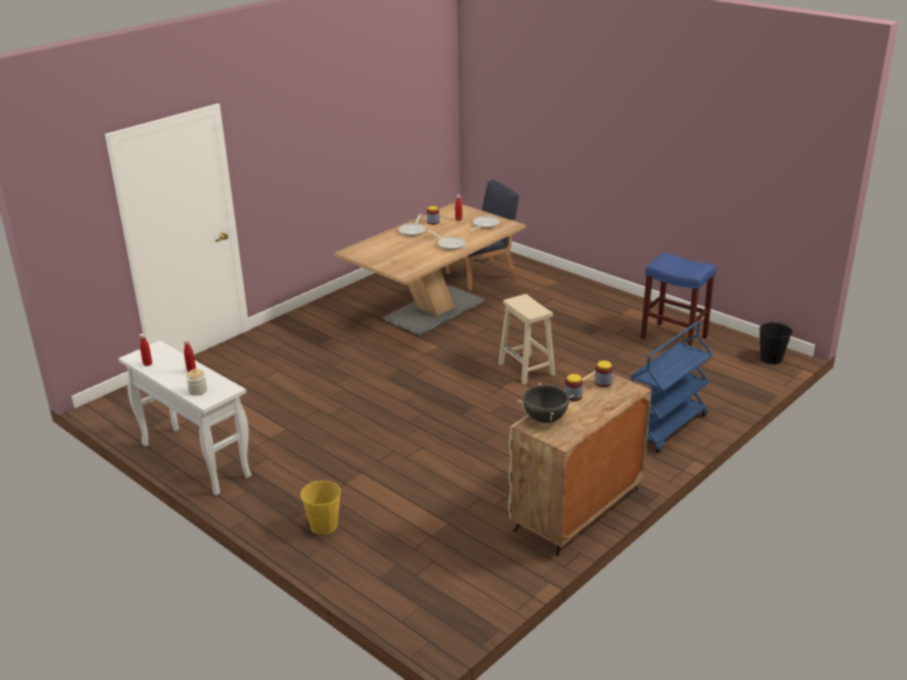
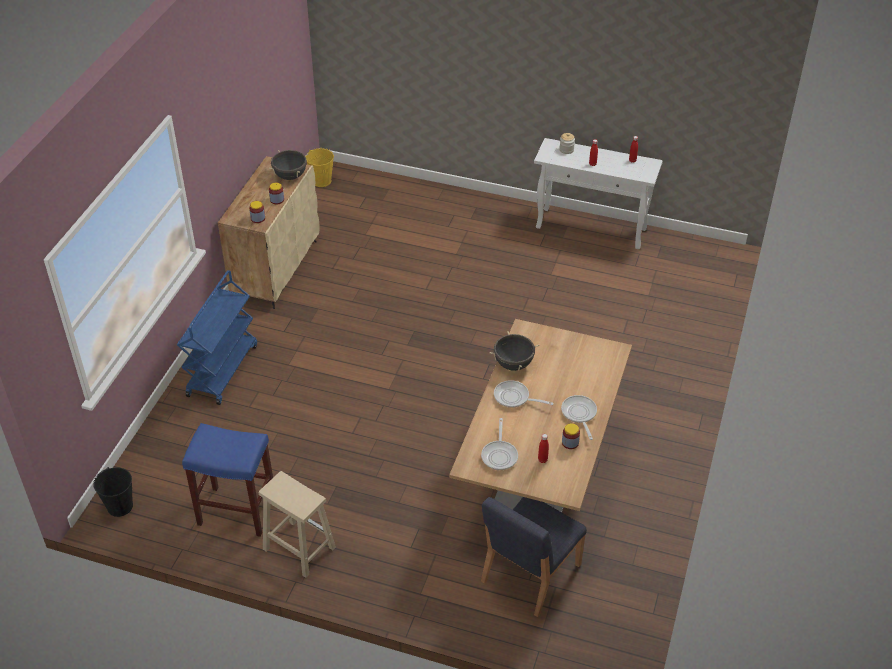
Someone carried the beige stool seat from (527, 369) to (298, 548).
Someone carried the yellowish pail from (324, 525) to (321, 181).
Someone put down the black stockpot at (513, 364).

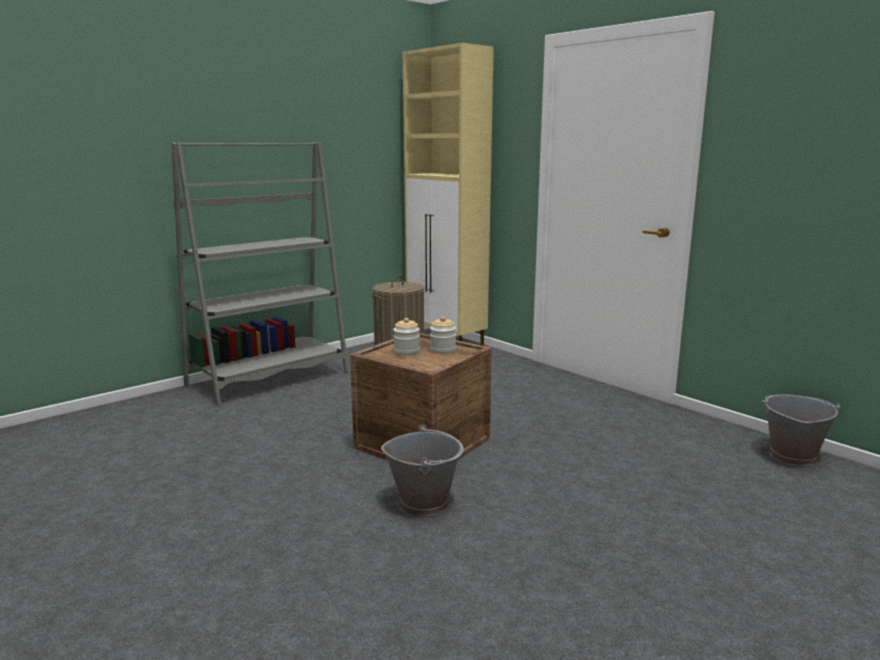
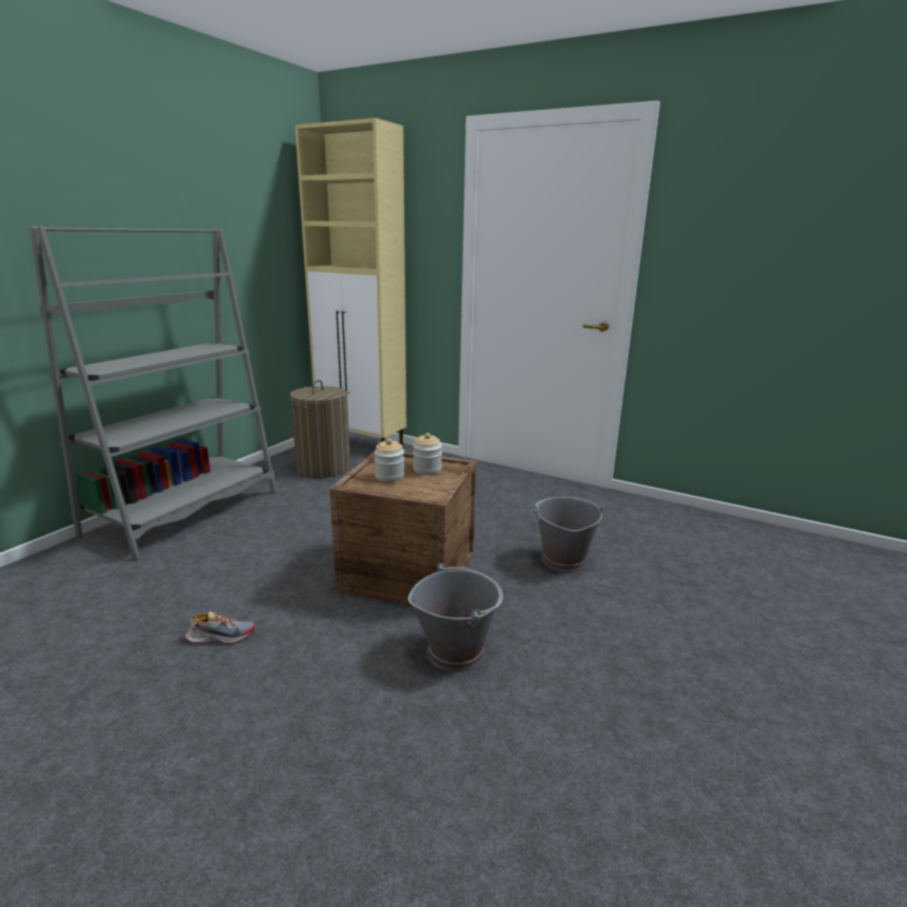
Someone carried the greyish pail from (792, 456) to (563, 560).
Someone put down the item of footwear at (220, 636).

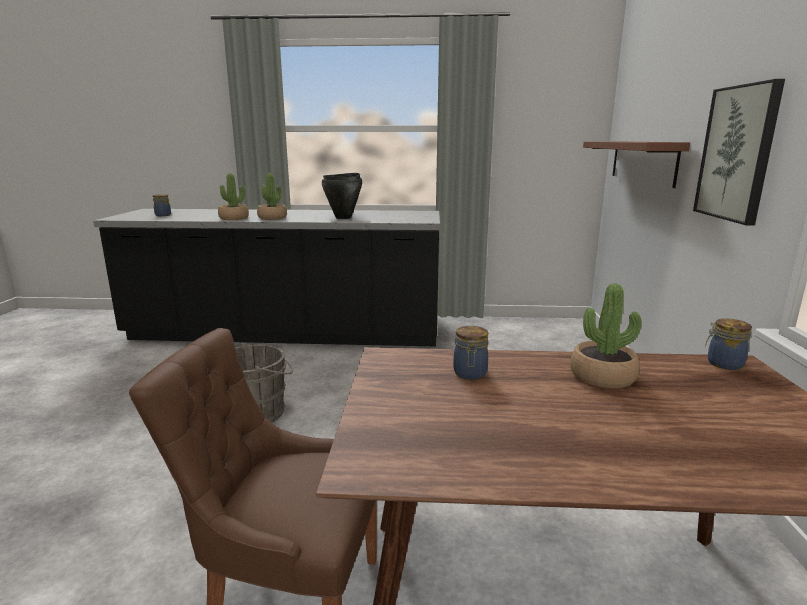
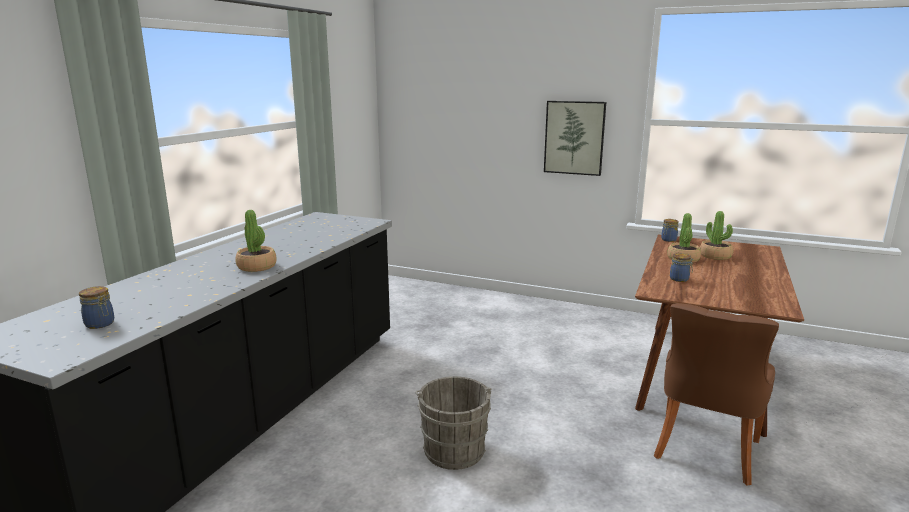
Someone took away the brown wall shelf at (642, 161).
Someone carried the plant in a pot from (234, 218) to (715, 256).
Someone took away the black stockpot at (343, 218).

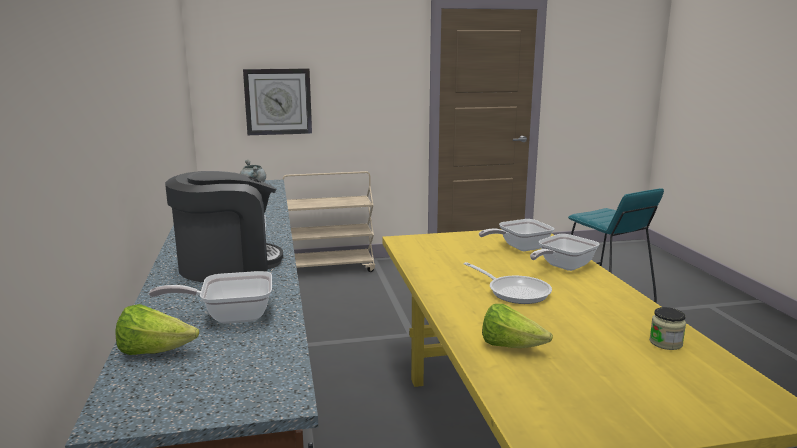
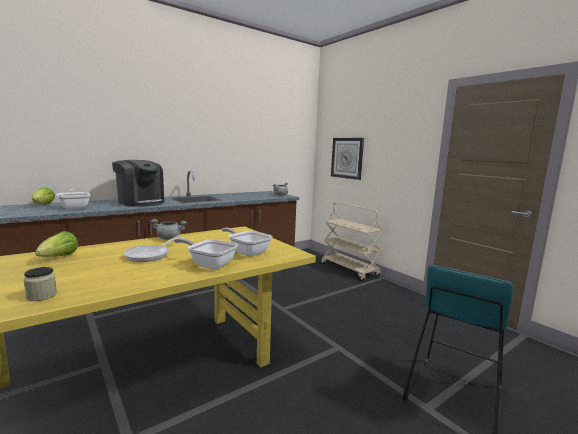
Someone put down the greyish stockpot at (169, 238).

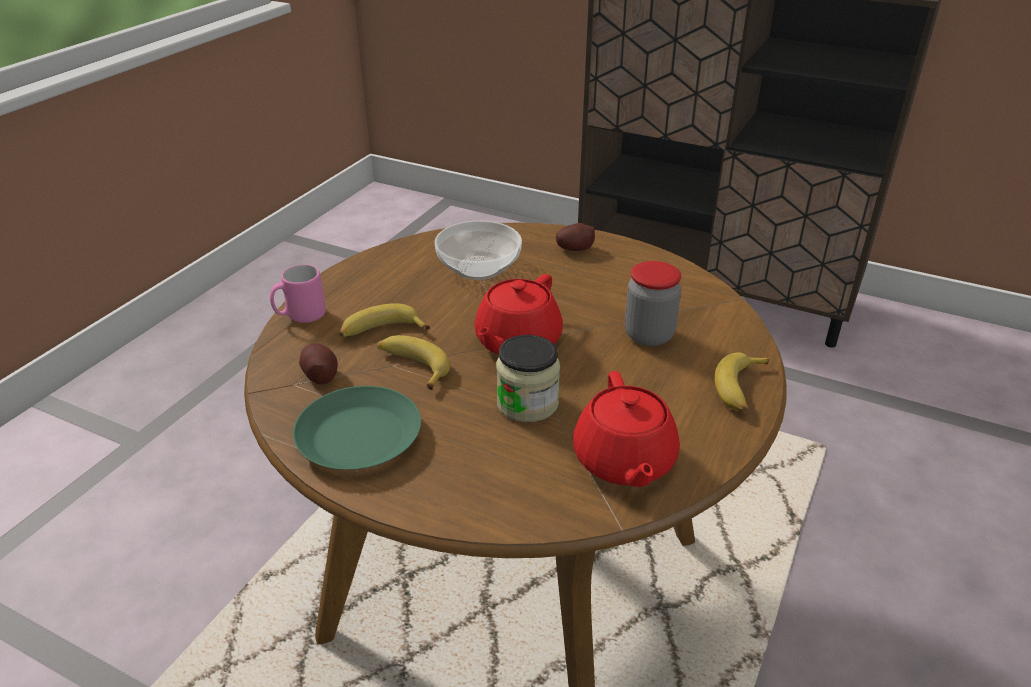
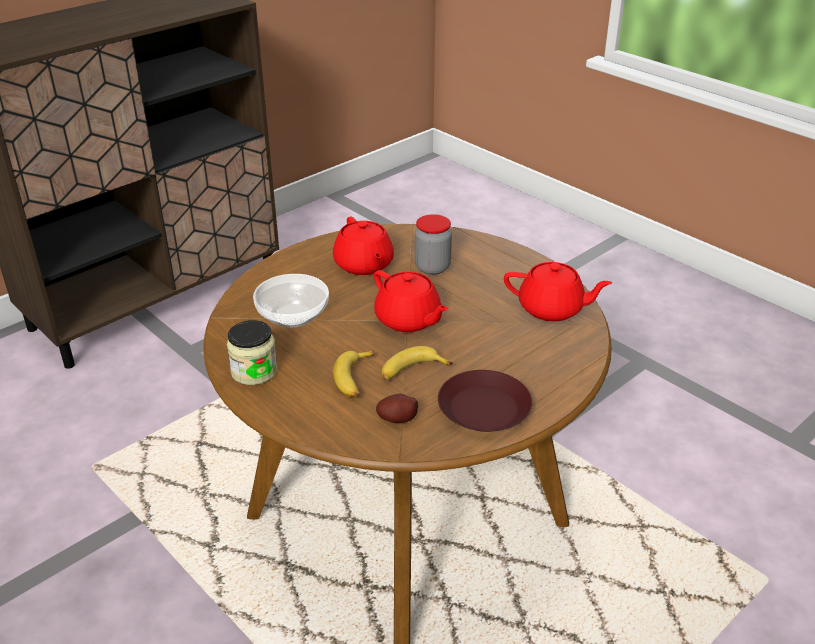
Someone took away the whole potato at (574, 249).
Someone took away the pink mug at (300, 316).
Someone carried the preserve jar from (527, 403) to (254, 371).
Someone took away the whole banana at (741, 389).
Someone repainted the green-coloured dinner plate at (358, 437), which became the brown dinner plate at (483, 409).
Someone put down the reddish tea pot at (363, 265).

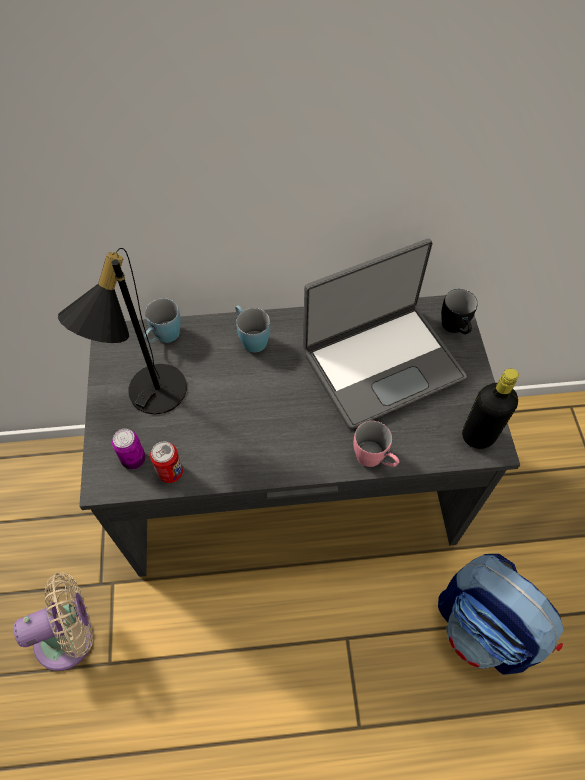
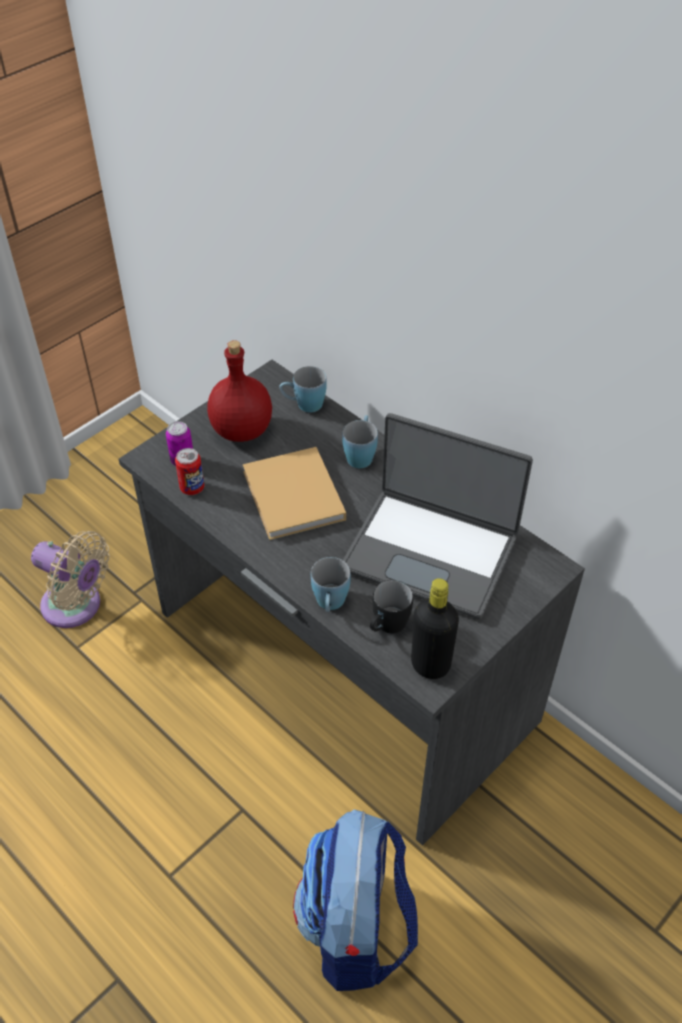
Someone swapped the black tabletop lamp at (147, 395) for the reddish beverage bottle at (243, 430).
Someone carried the black mug from (456, 328) to (387, 626).
Someone repainted the pink mug at (374, 459), which became the bluish mug at (330, 604).
Someone put down the beige book at (294, 498).

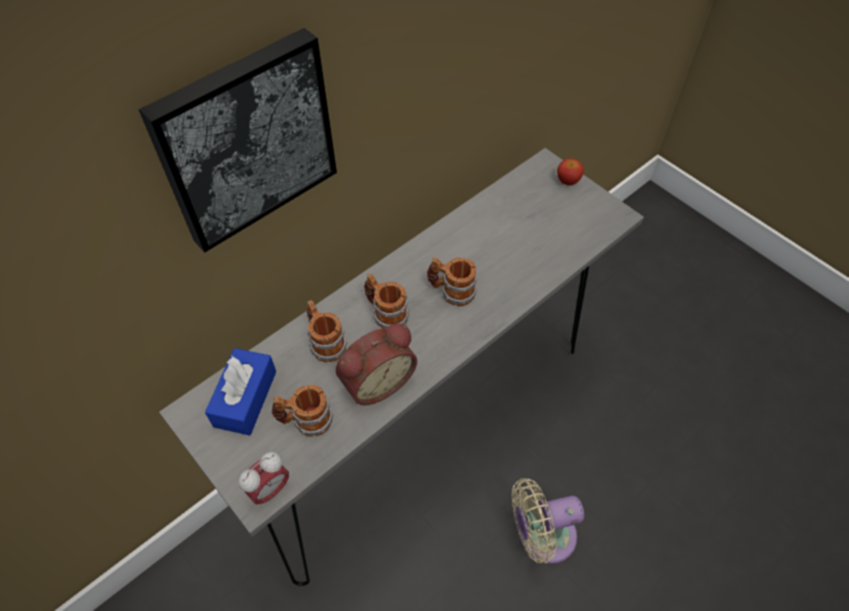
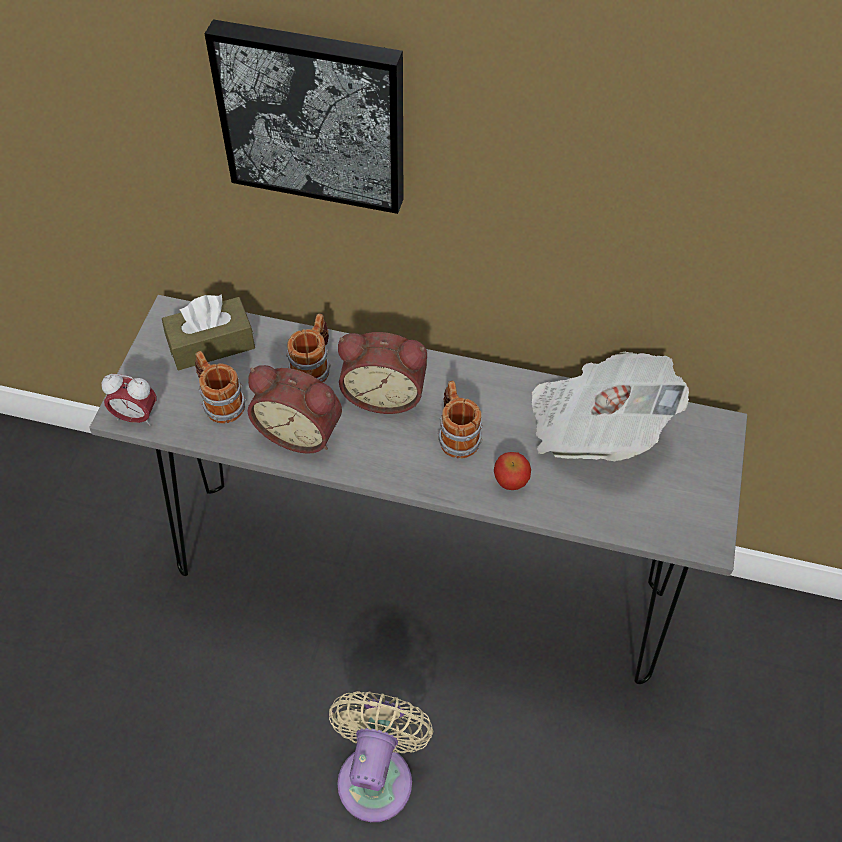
Someone carried the apple from (568, 181) to (510, 481).
Someone swapped the mug at (385, 313) for the bedside clock at (384, 393).
Someone repainted the bluish box of tissues at (245, 398), which became the brown box of tissues at (211, 344).
Someone rotated the beige electric fan at (541, 536) by 60 degrees clockwise.
Someone put down the daily paper at (596, 427).

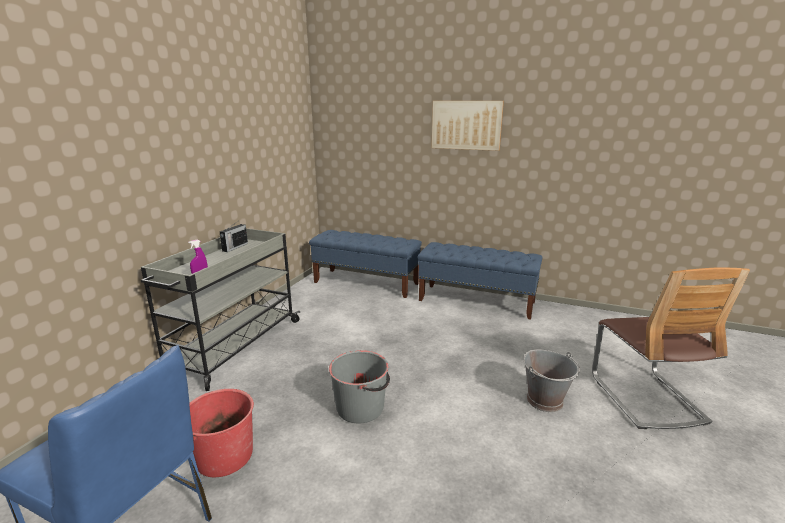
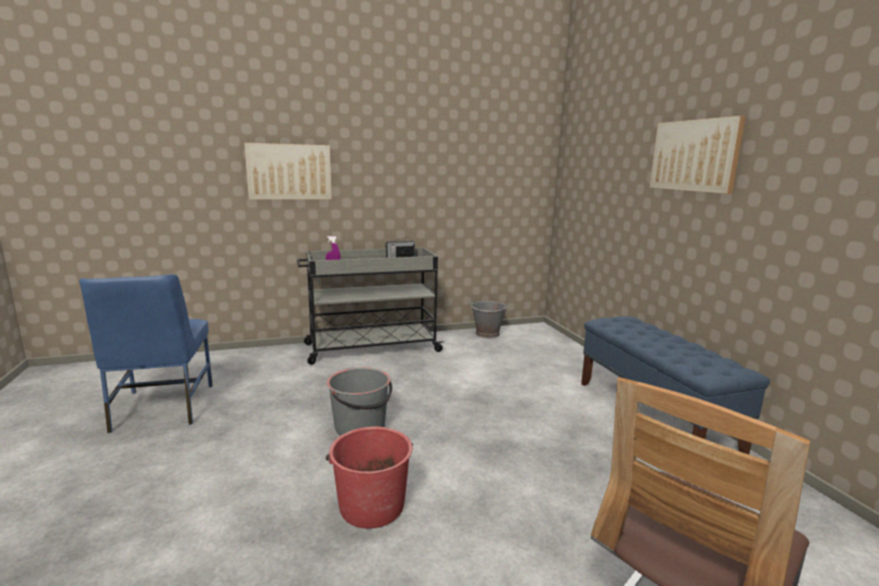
Someone took away the bluish long seat at (366, 283).
Someone carried the greyish pail from (545, 400) to (488, 334).
Someone carried the reddish pail from (223, 456) to (371, 505).
Someone put up the picture at (289, 172).

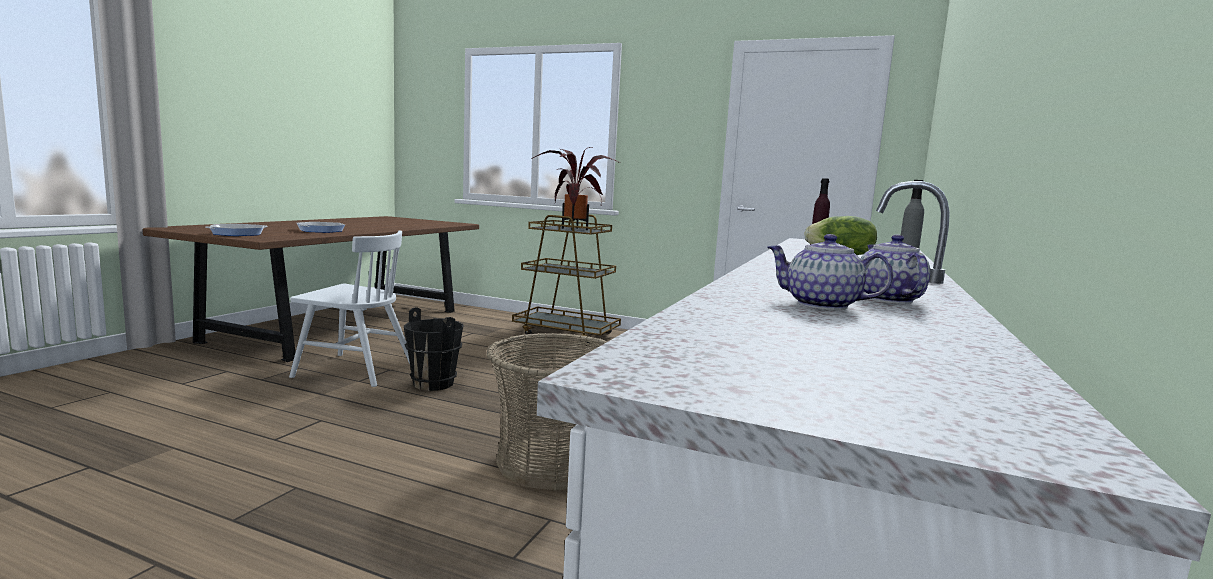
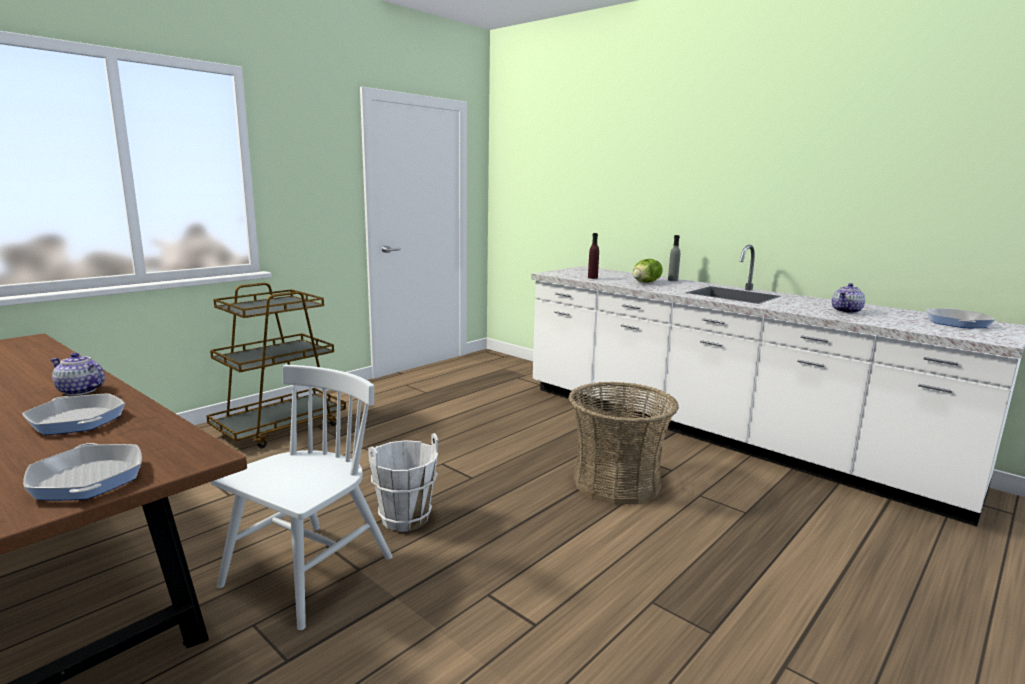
Someone took away the plant in a pot at (574, 229).
Someone carried the tea pot from (888, 299) to (80, 391).
Someone repainted the black pail at (434, 383), which became the whitish pail at (404, 518).
Someone put down the frying pan at (957, 323).

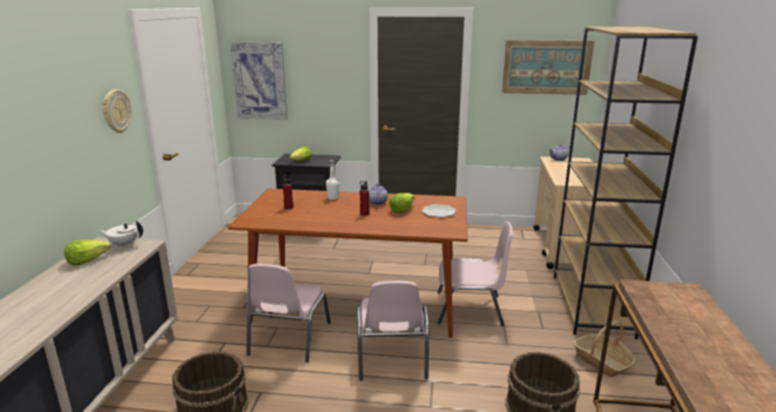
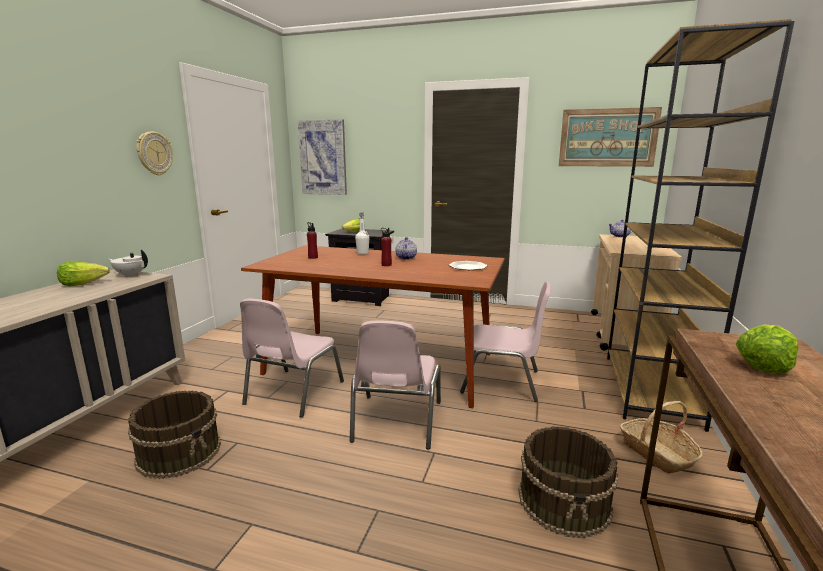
Someone carried the head of lettuce from (401, 210) to (763, 364).

